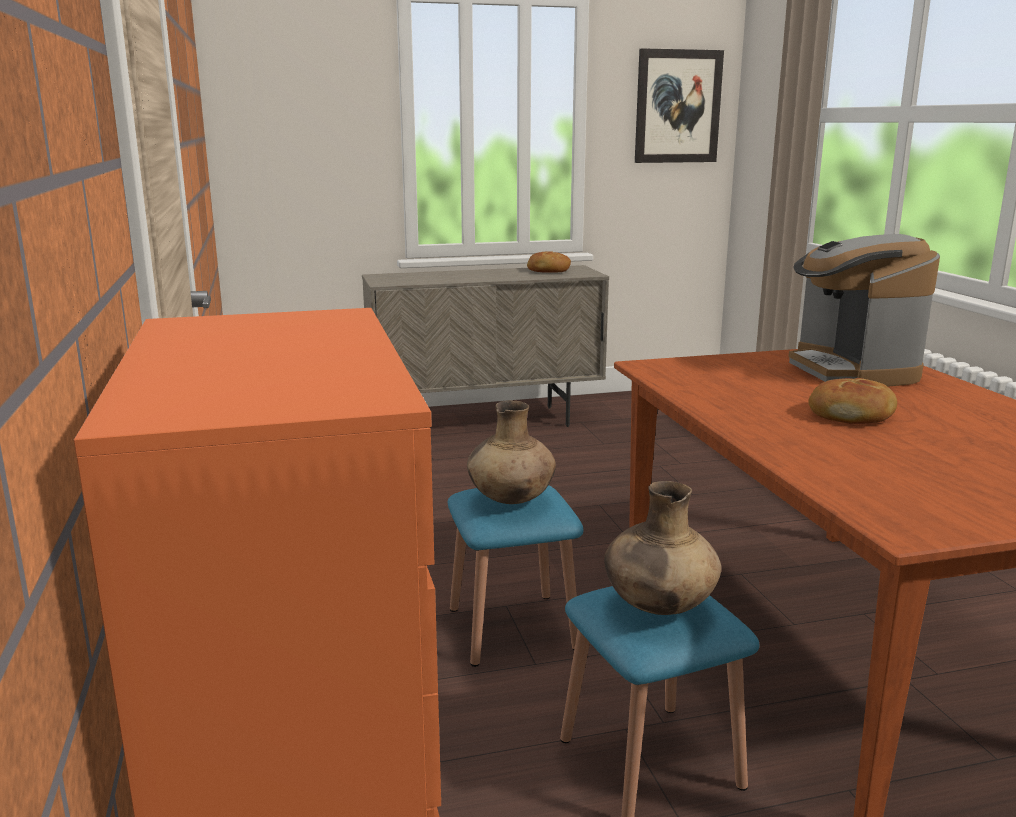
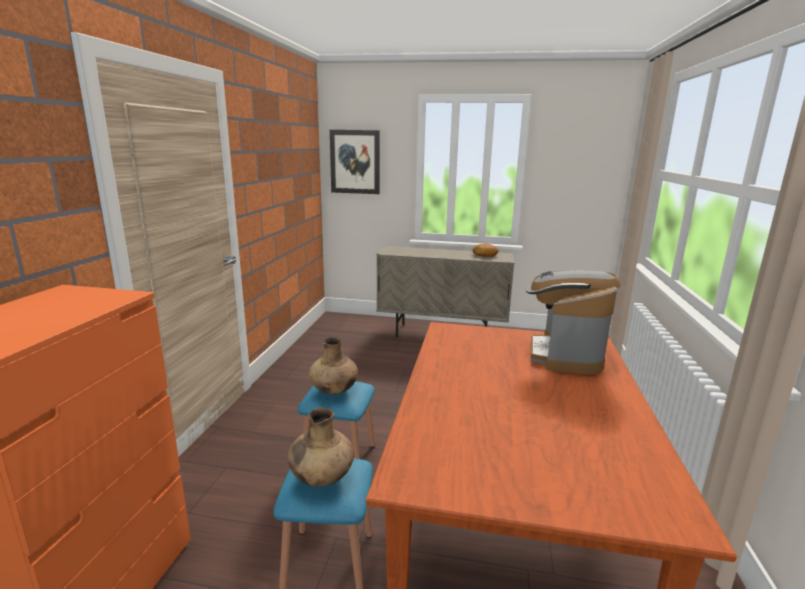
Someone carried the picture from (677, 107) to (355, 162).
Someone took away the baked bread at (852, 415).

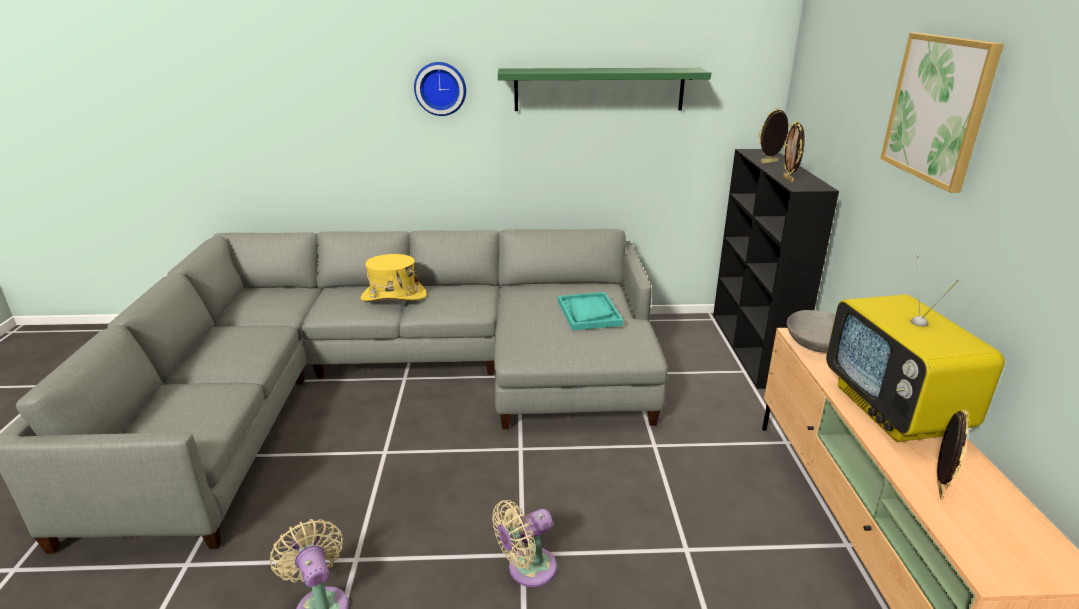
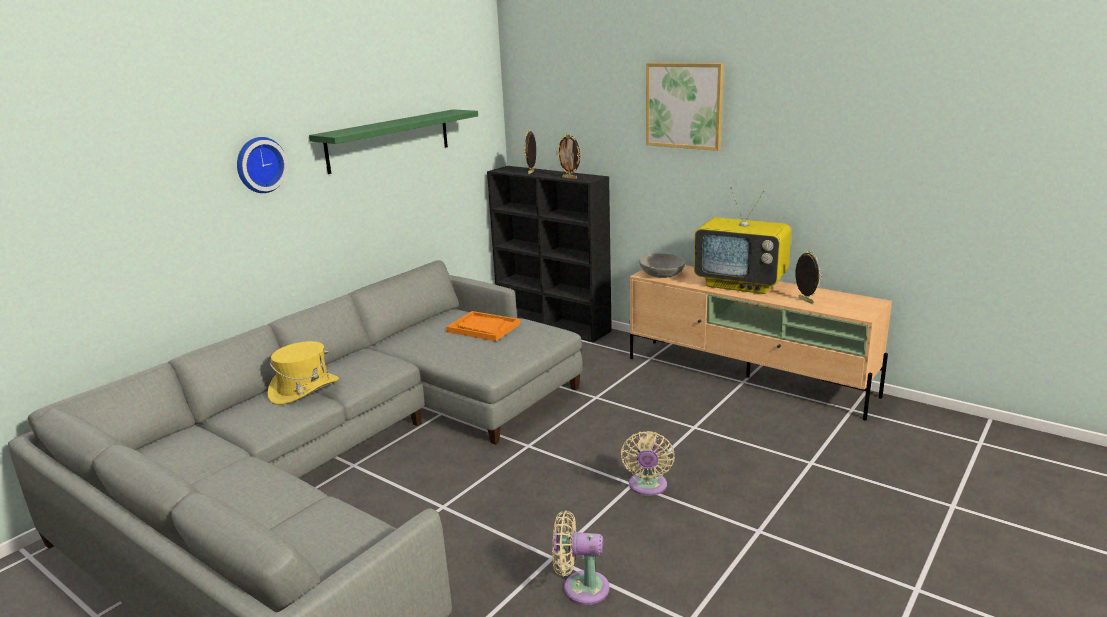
Someone repainted the turquoise-coloured tray at (589, 313), which became the orangey tray at (483, 328).

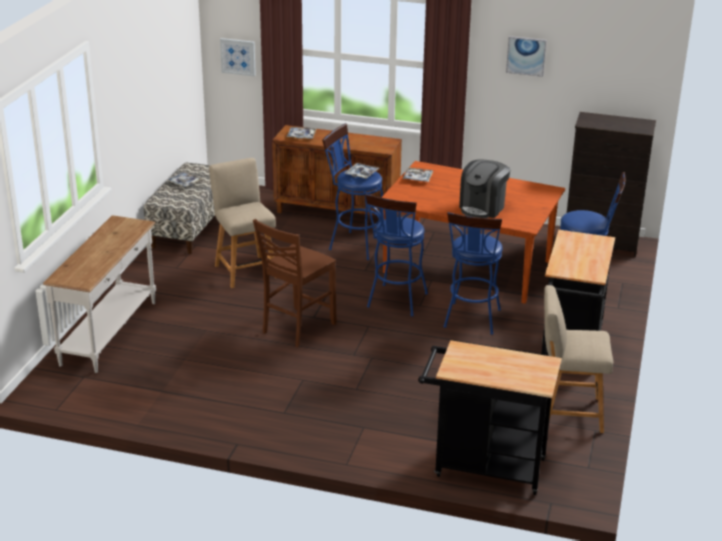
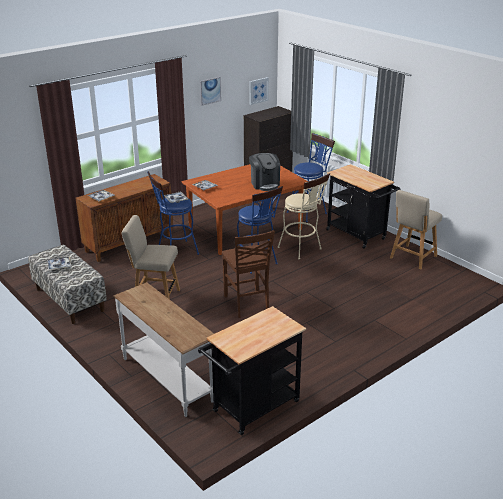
Someone carried the picture from (238, 56) to (258, 90).
Someone repainted the bluish stool seat at (471, 321), which became the beige stool seat at (302, 249).
Someone carried the black cart from (482, 467) to (252, 409).

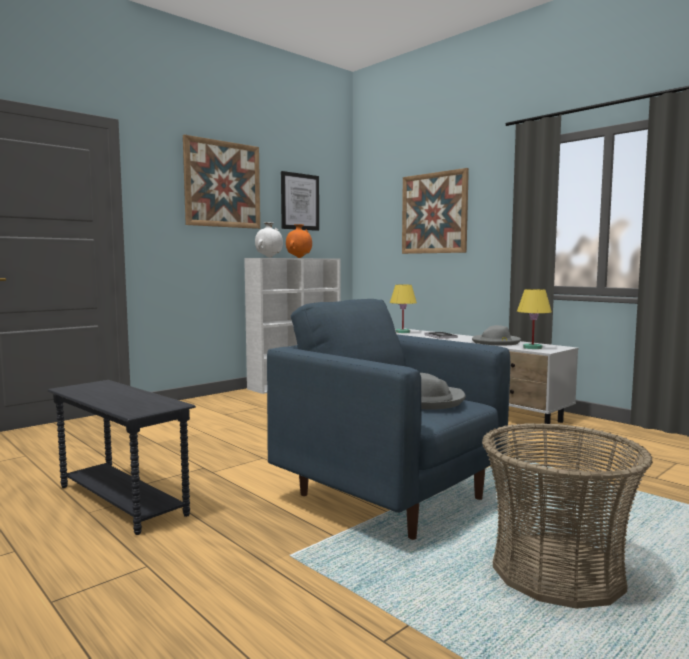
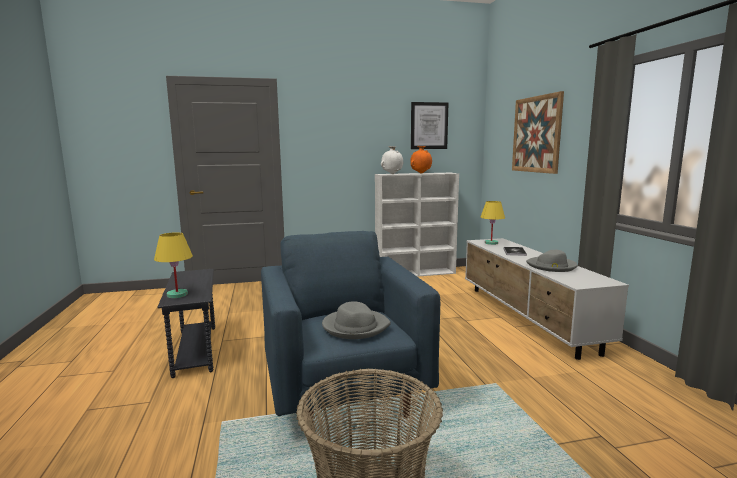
Someone took away the picture at (222, 184).
Someone carried the yellowish tabletop lamp from (532, 347) to (178, 295).

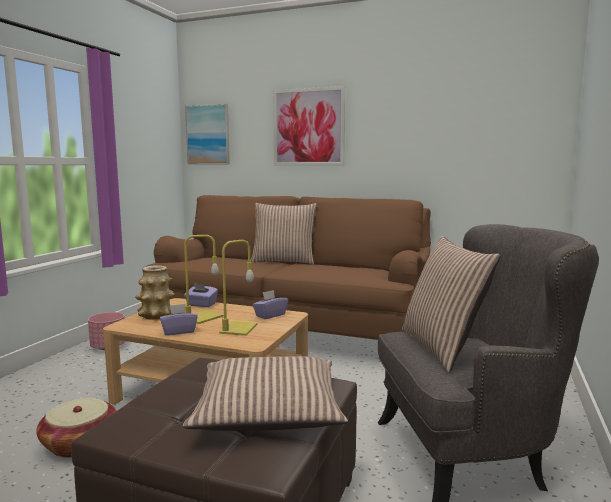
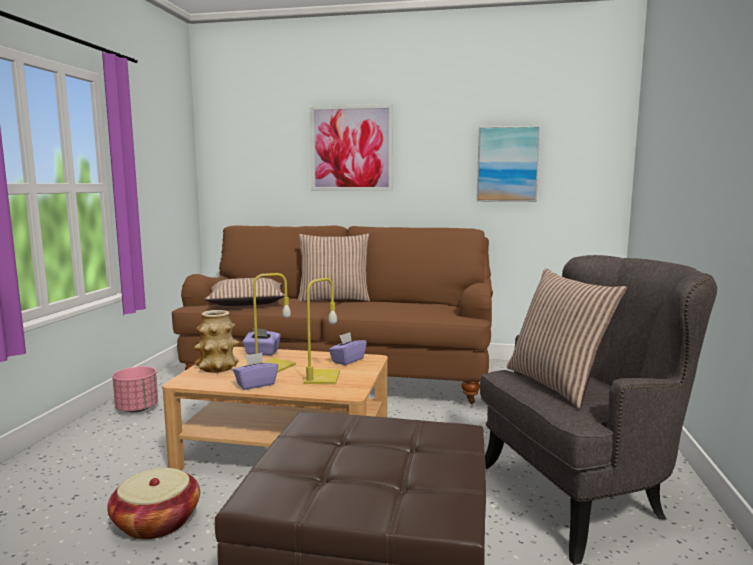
Someone carried the picture from (208, 134) to (507, 164).
Someone carried the cushion from (268, 410) to (246, 302).

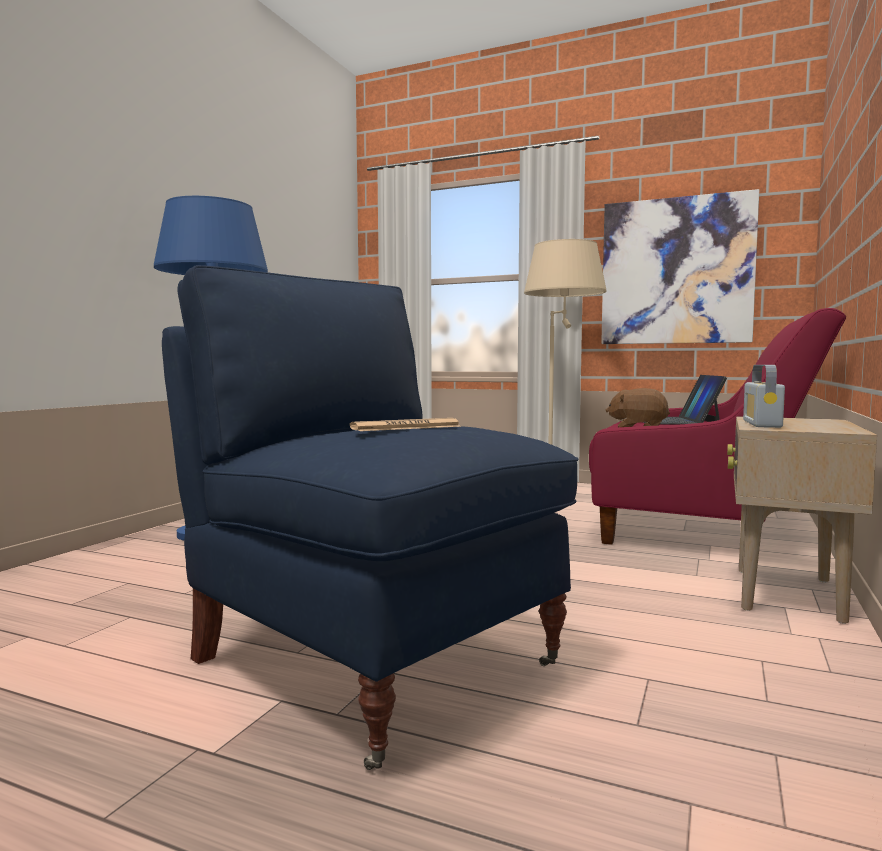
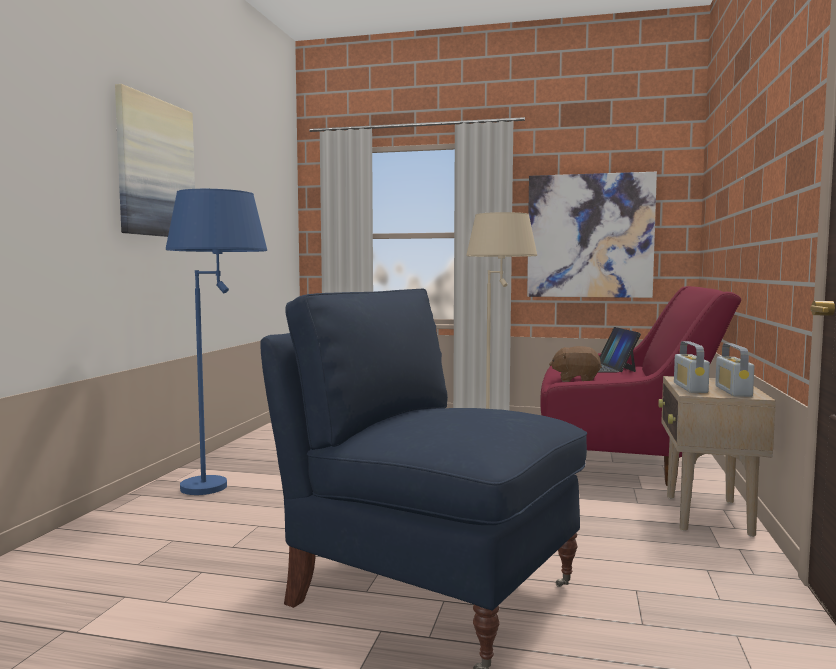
Someone took away the daily paper at (406, 427).
Someone put up the picture at (155, 168).
Someone put down the radio set at (733, 391).

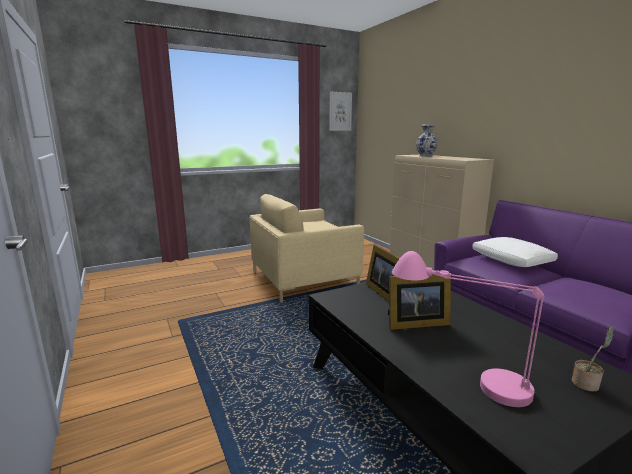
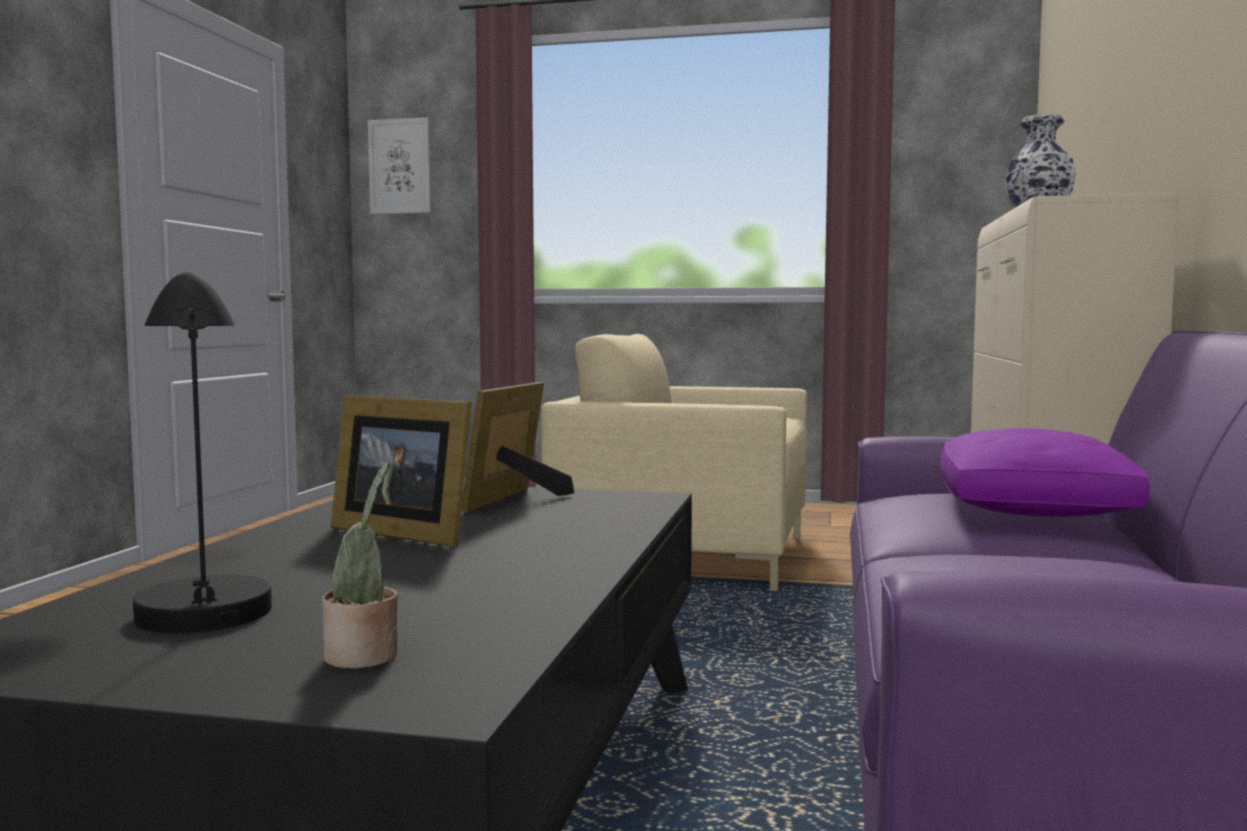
Someone carried the picture from (340, 111) to (399, 166).
Someone repainted the whitish cushion at (512, 261), which became the purple-coloured cushion at (1032, 508).
Someone repainted the pink tabletop lamp at (459, 378), which became the black tabletop lamp at (202, 585).

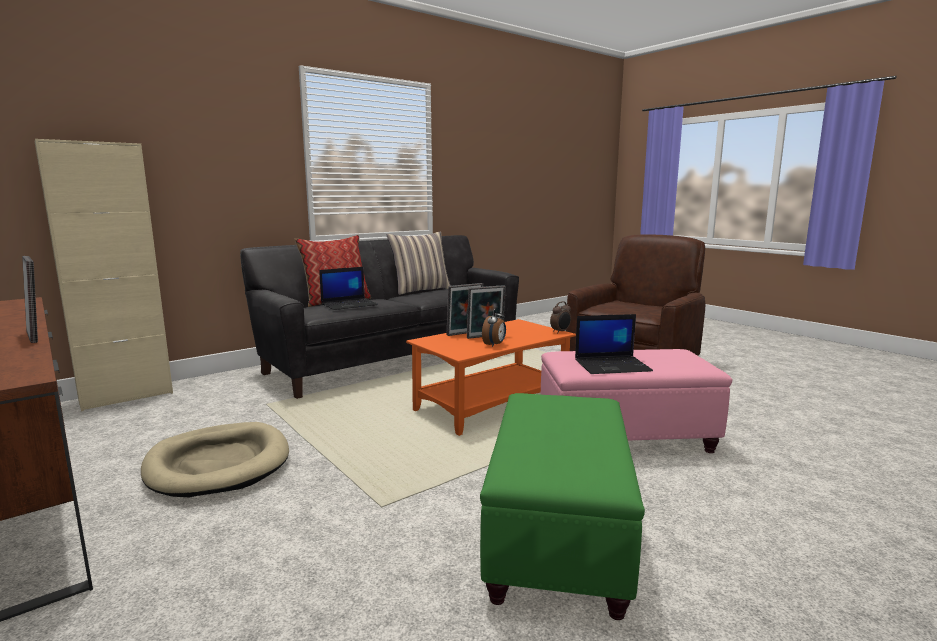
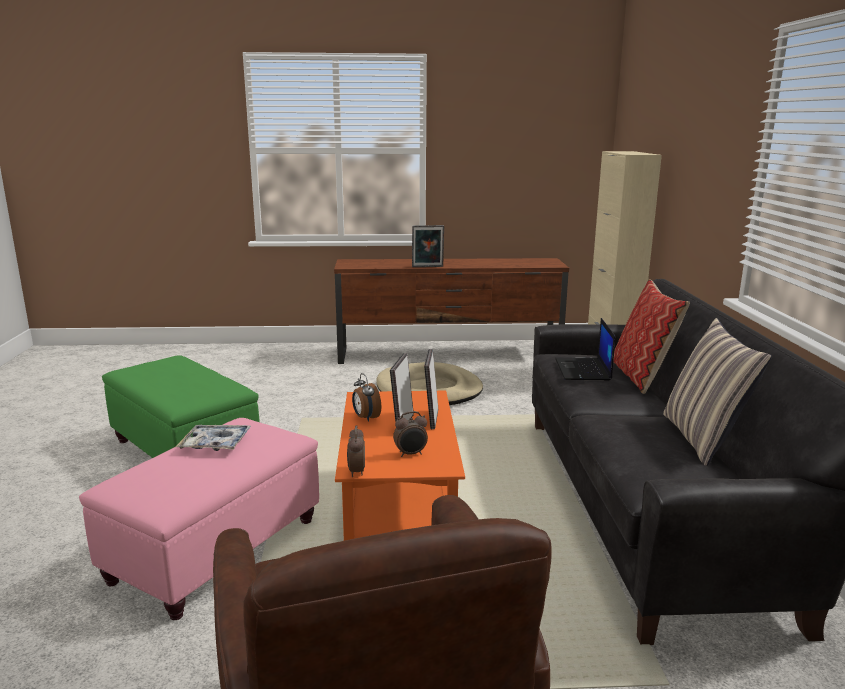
Someone swapped the laptop at (612, 365) for the tray at (215, 444).
Someone put down the bedside clock at (411, 454).

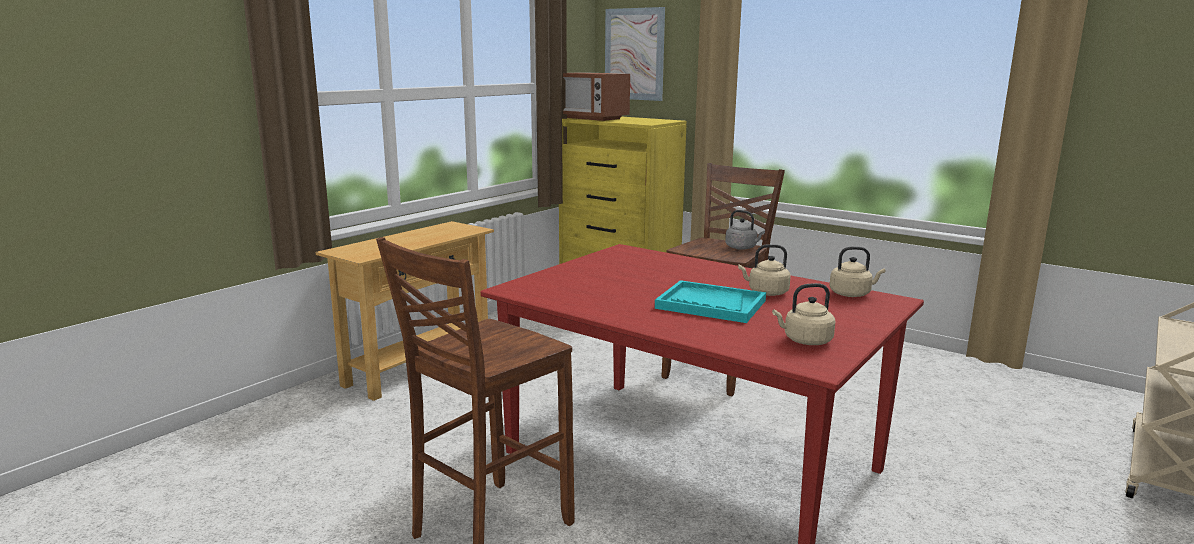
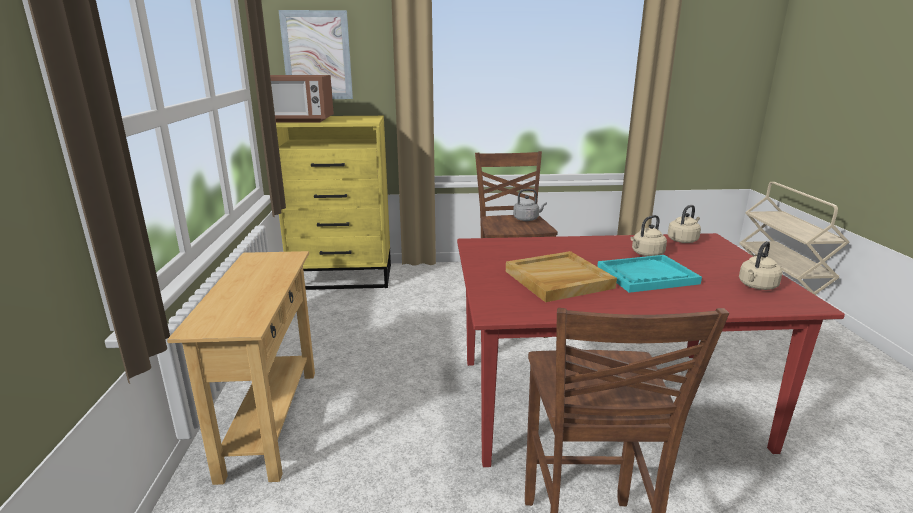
Someone put down the beige tray at (558, 280).

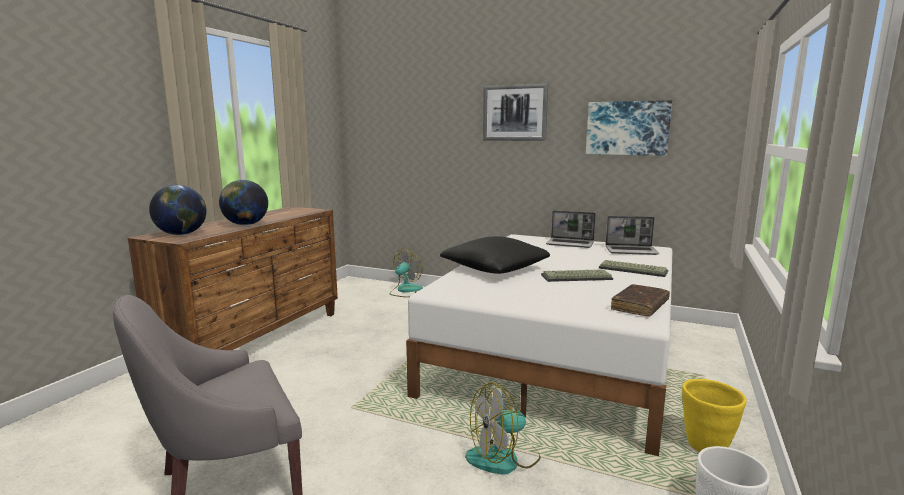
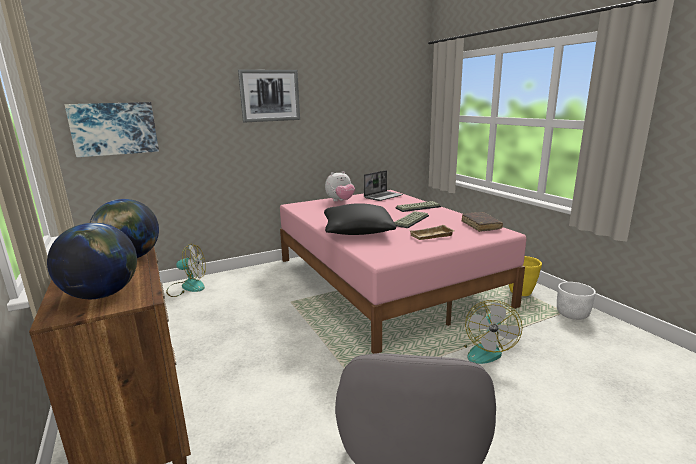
Someone carried the picture from (627, 128) to (114, 128).
Someone swapped the laptop at (570, 244) for the soft toy at (340, 201).
Someone repainted the whitish bedroom bed at (559, 352), which became the pink bedroom bed at (385, 280).
Someone rotated the electric fan at (405, 291) by 105 degrees clockwise.
Someone put down the beige tray at (431, 236).

